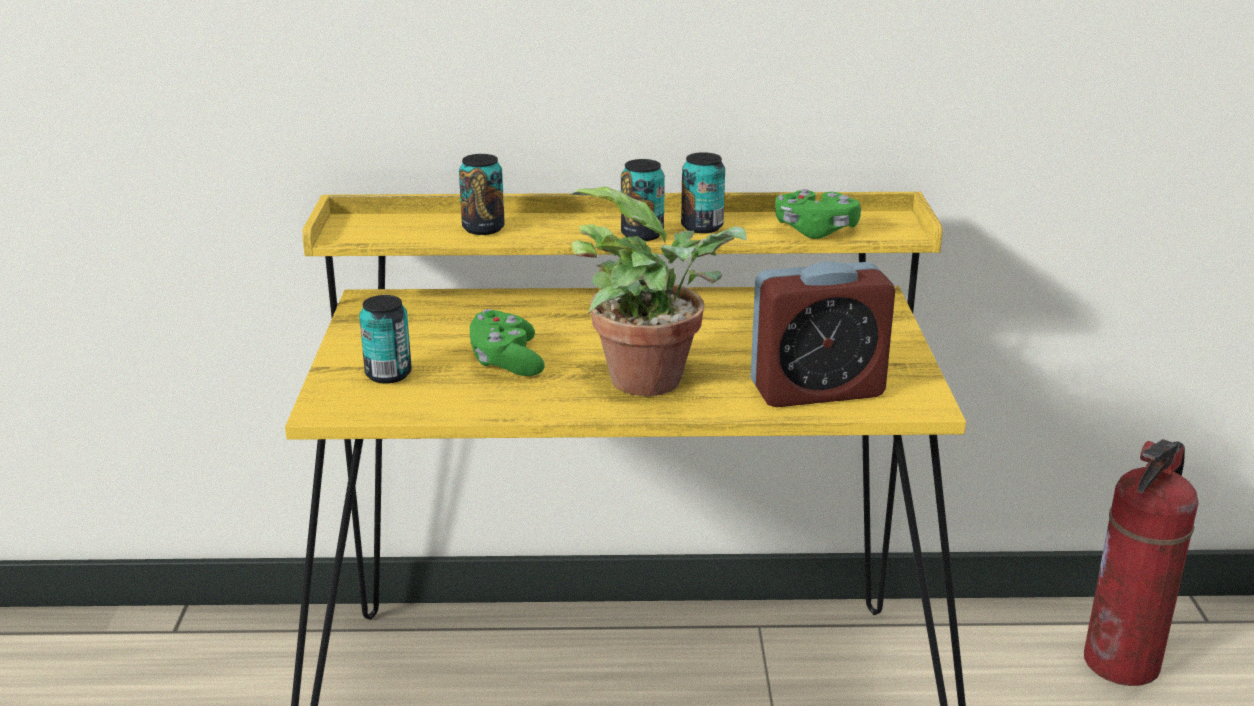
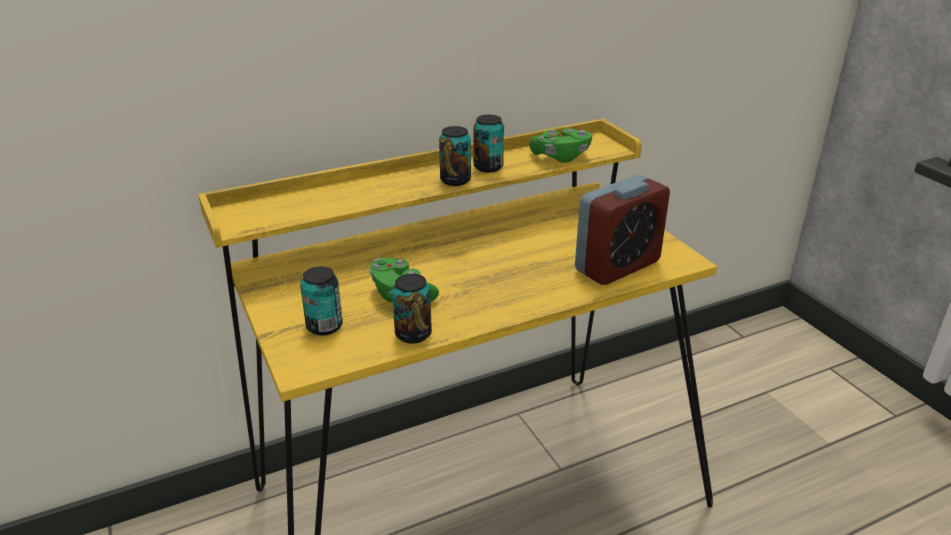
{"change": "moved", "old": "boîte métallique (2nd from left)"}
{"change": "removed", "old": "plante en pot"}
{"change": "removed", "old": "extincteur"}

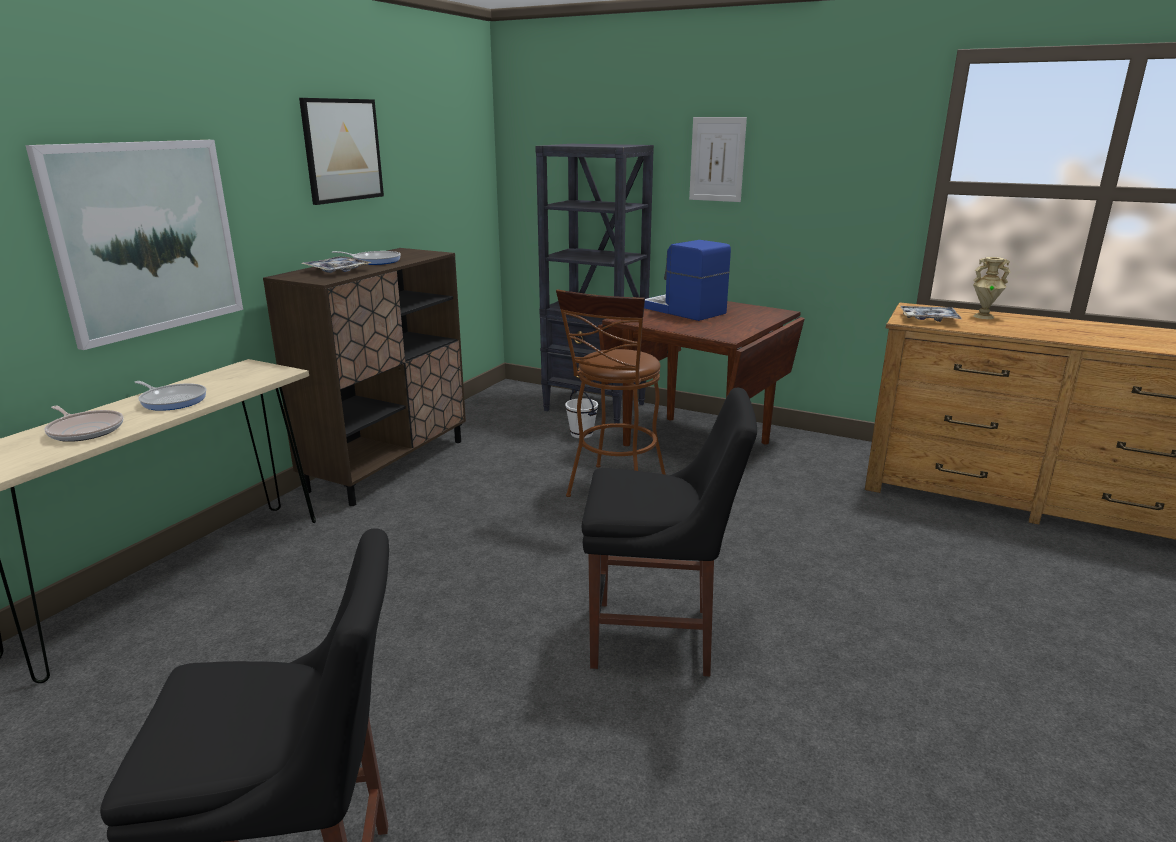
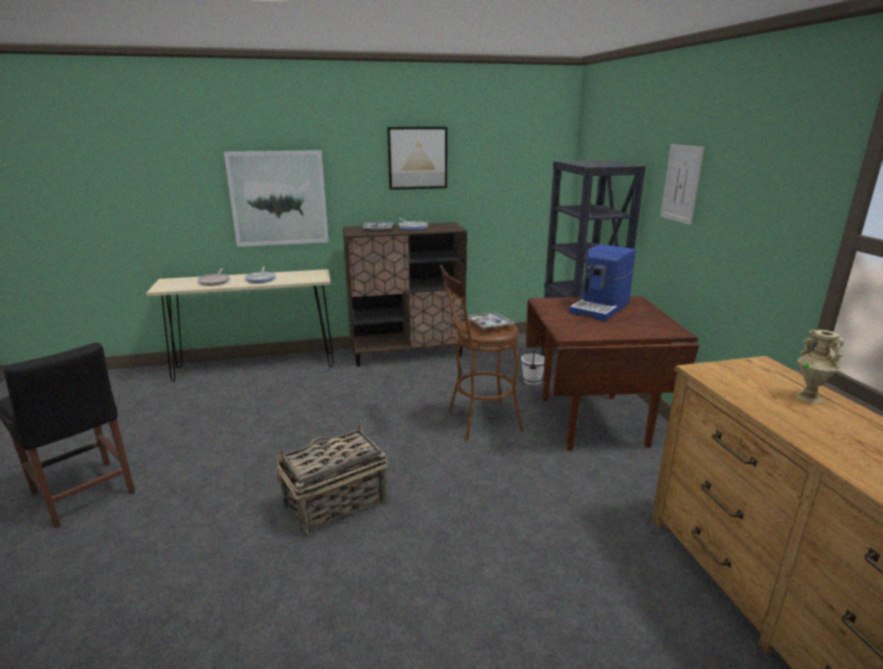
{"change": "replaced", "old": "chaise (noir) (2nd from left)", "new": "panier"}
{"change": "turned", "old": "machine à café", "degrees": -150}
{"change": "moved", "old": "plateau (2nd from left)"}

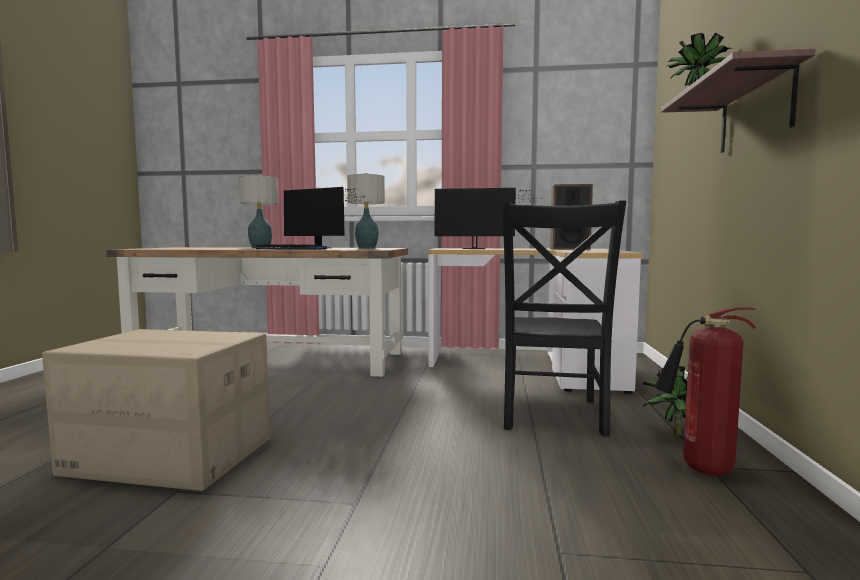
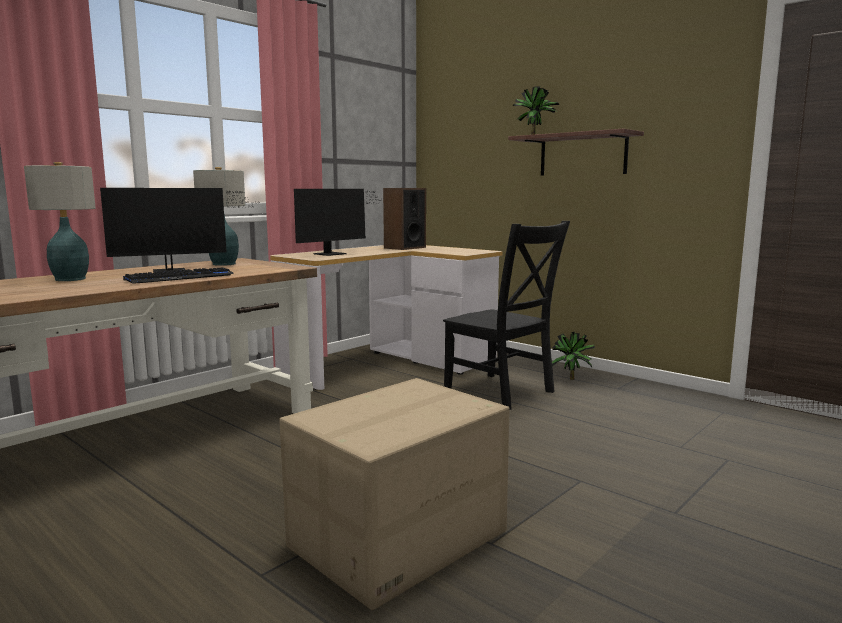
{"change": "removed", "old": "extincteur"}

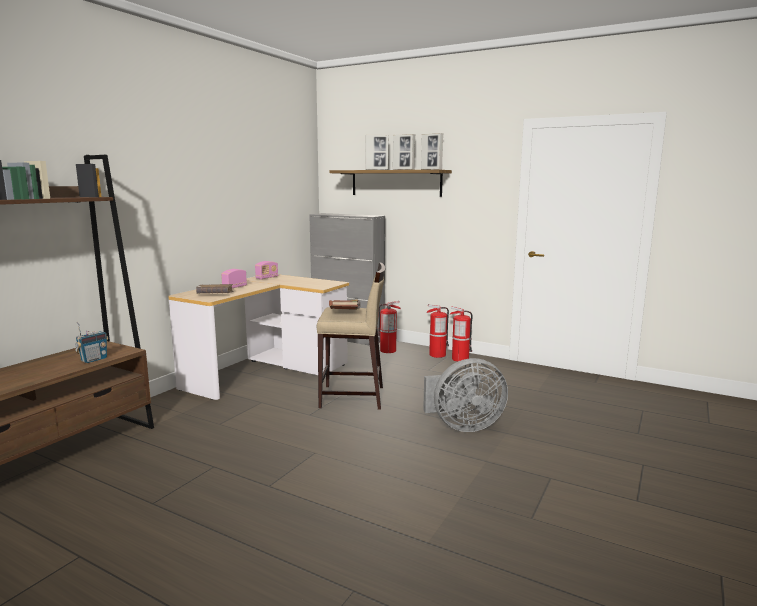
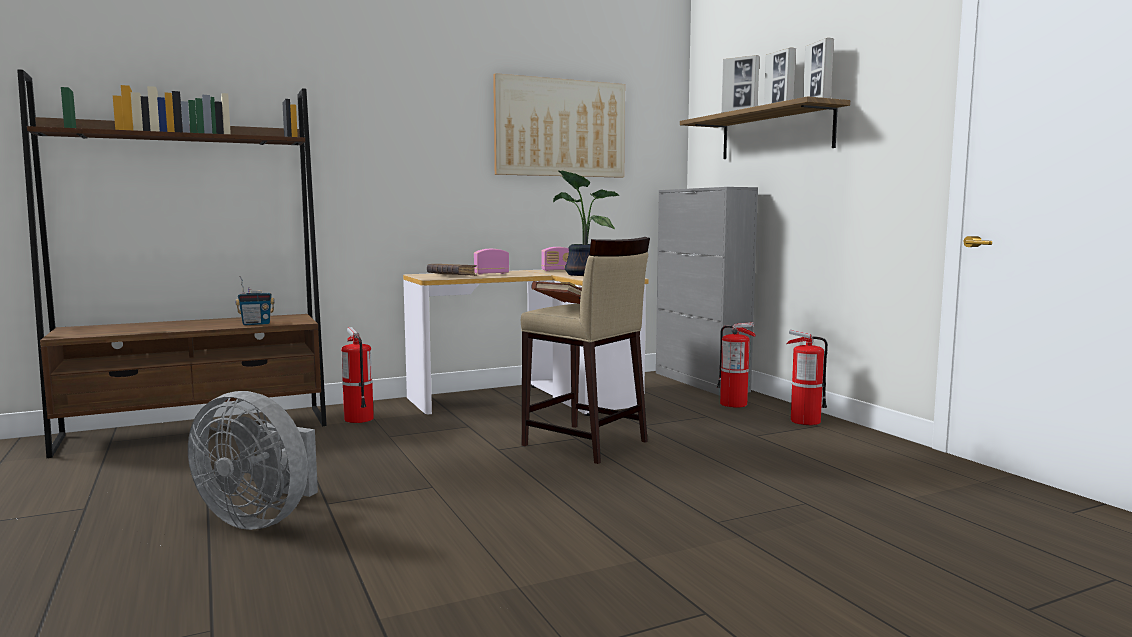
{"change": "moved", "old": "ventilateur (gris)"}
{"change": "moved", "old": "extincteur (3rd from left in the first image)", "new": "extincteur (1st from left)"}
{"change": "added", "new": "tableau"}
{"change": "added", "new": "plante en pot"}

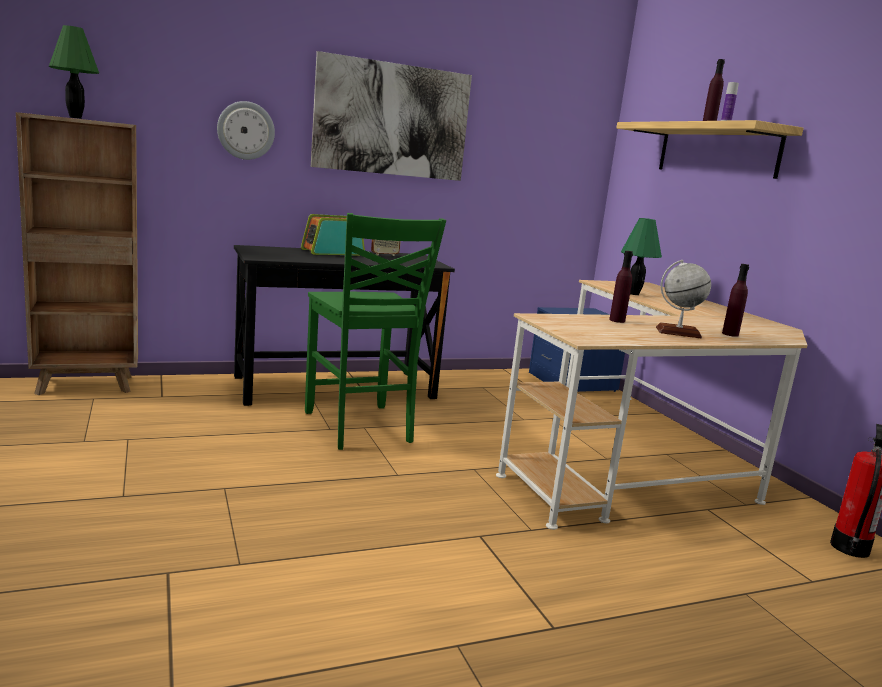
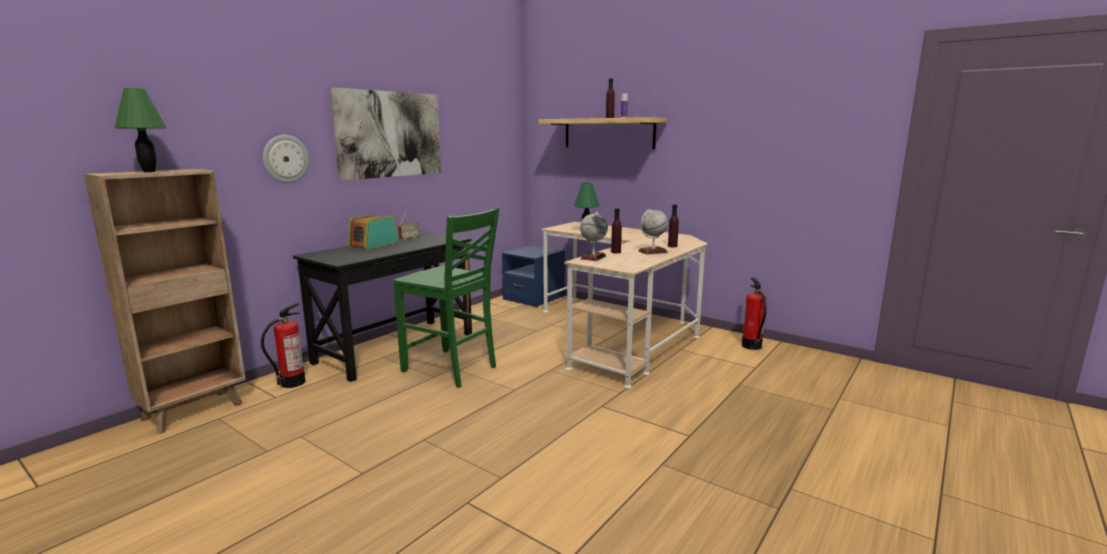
{"change": "added", "new": "extincteur (1st from left)"}
{"change": "added", "new": "globe (1st from left)"}

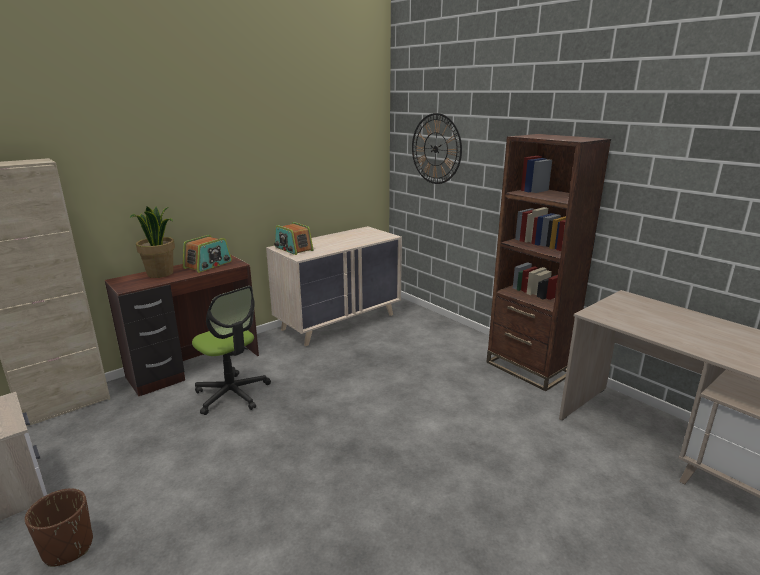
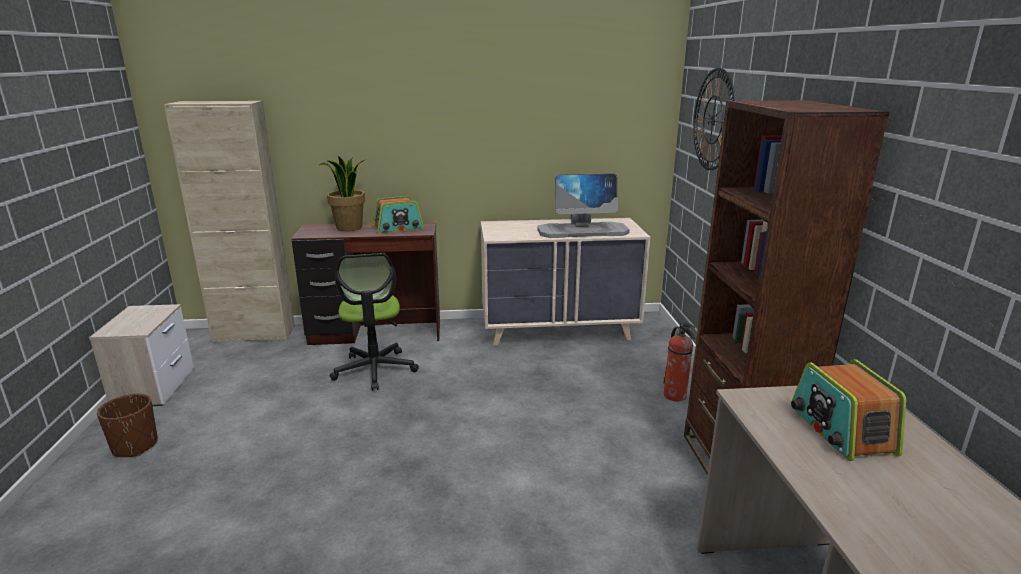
{"change": "moved", "old": "radio (2nd from left)"}
{"change": "added", "new": "écran d'ordinateur"}
{"change": "added", "new": "extincteur"}

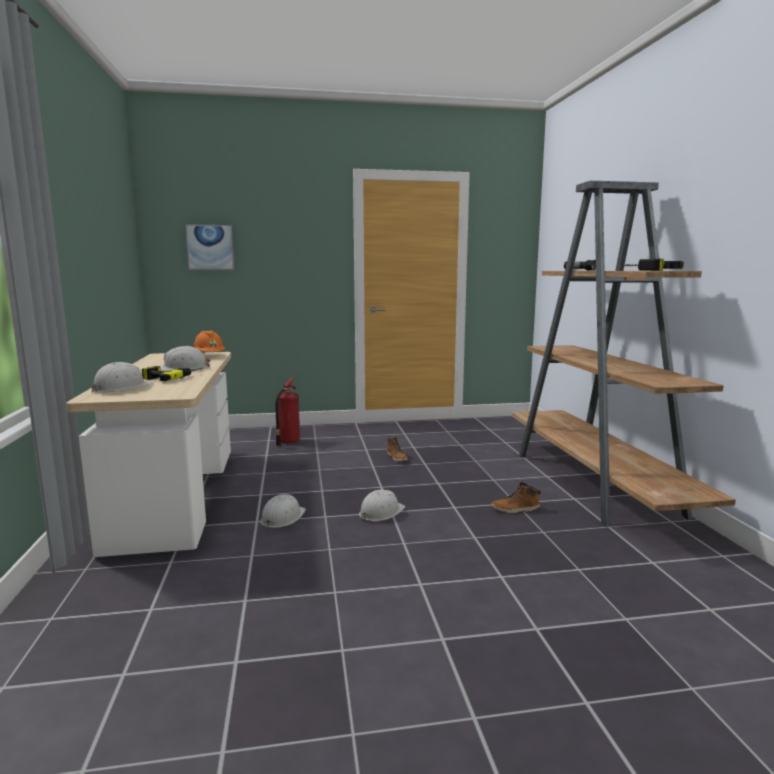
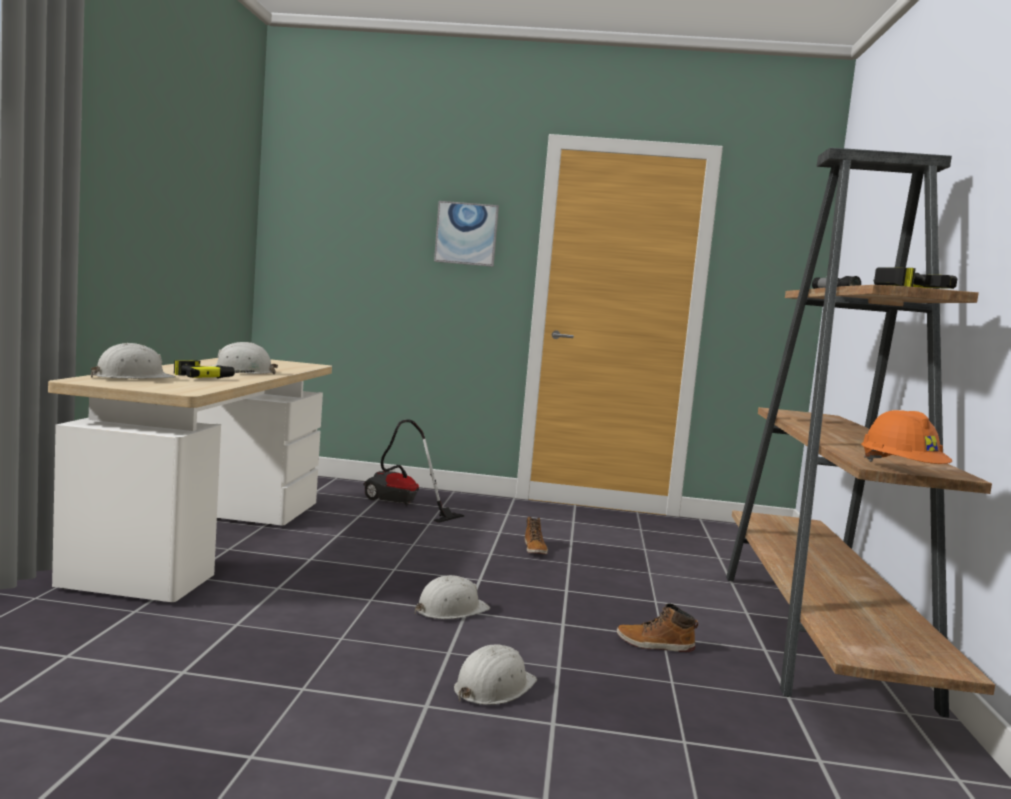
{"change": "moved", "old": "tableau"}
{"change": "moved", "old": "casque de chantier (orange)"}
{"change": "moved", "old": "casque de chantier (blanc) (3rd from left in the first image)", "new": "casque de chantier (blanc) (4th from left)"}
{"change": "replaced", "old": "extincteur", "new": "aspirateur"}

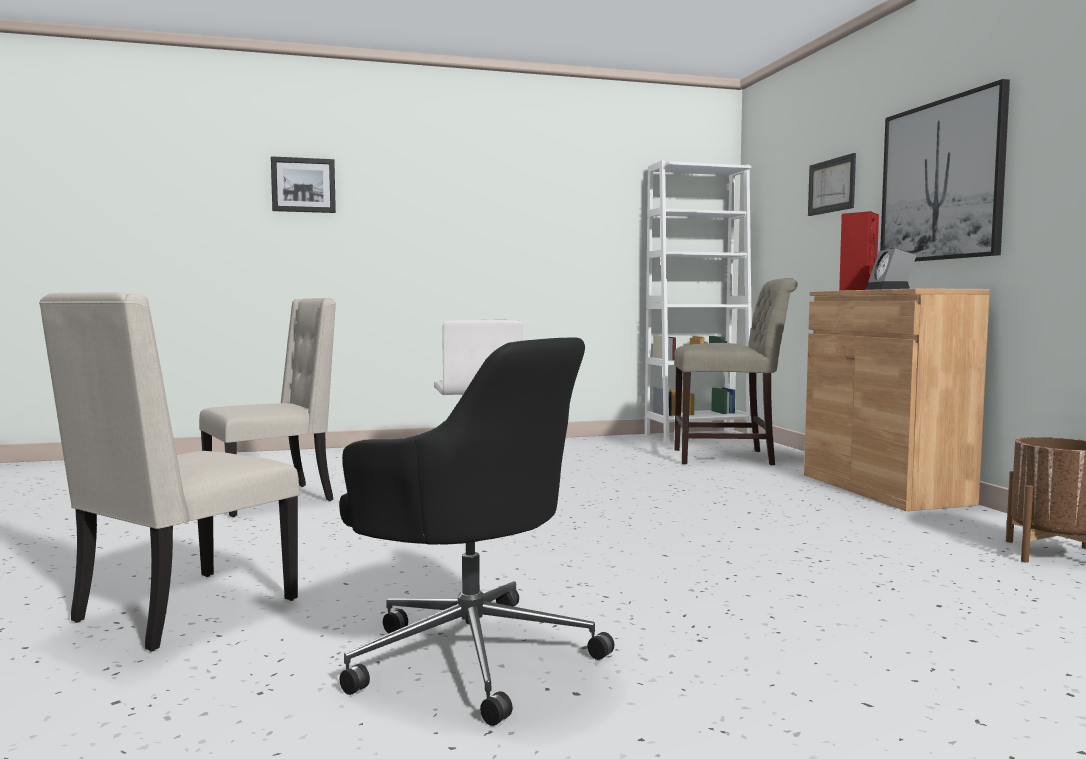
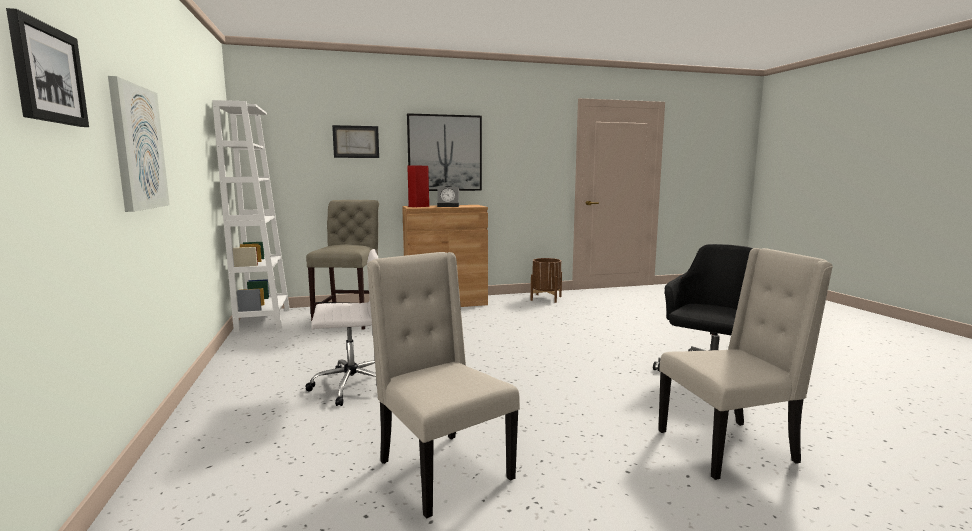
{"change": "turned", "old": "chaise (beige) (1st from left in the first image)", "degrees": -45}
{"change": "added", "new": "tableau (2nd from left)"}

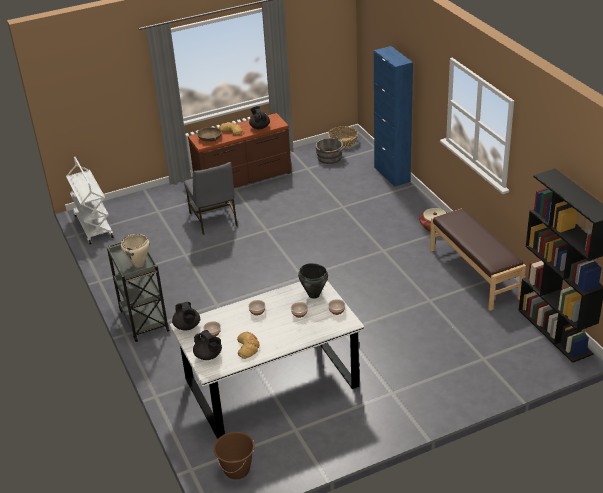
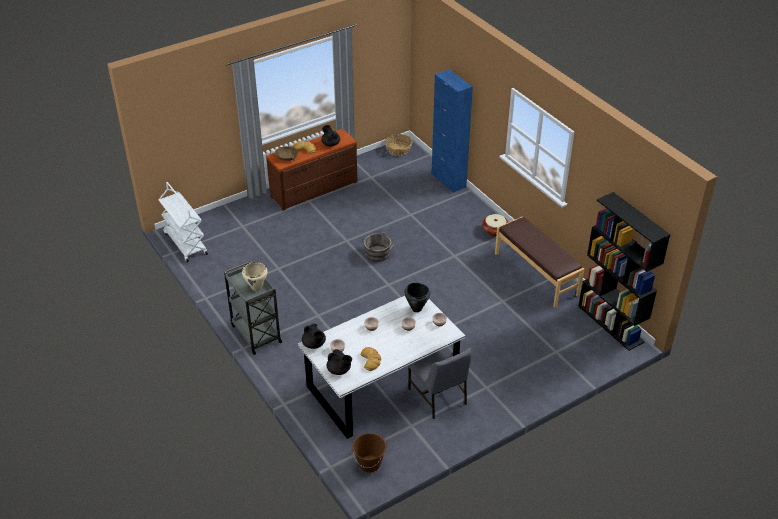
{"change": "moved", "old": "chaise (gris)"}
{"change": "moved", "old": "seau (gris)"}

